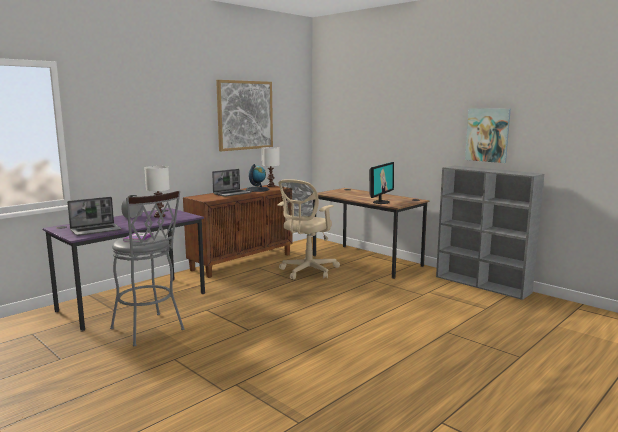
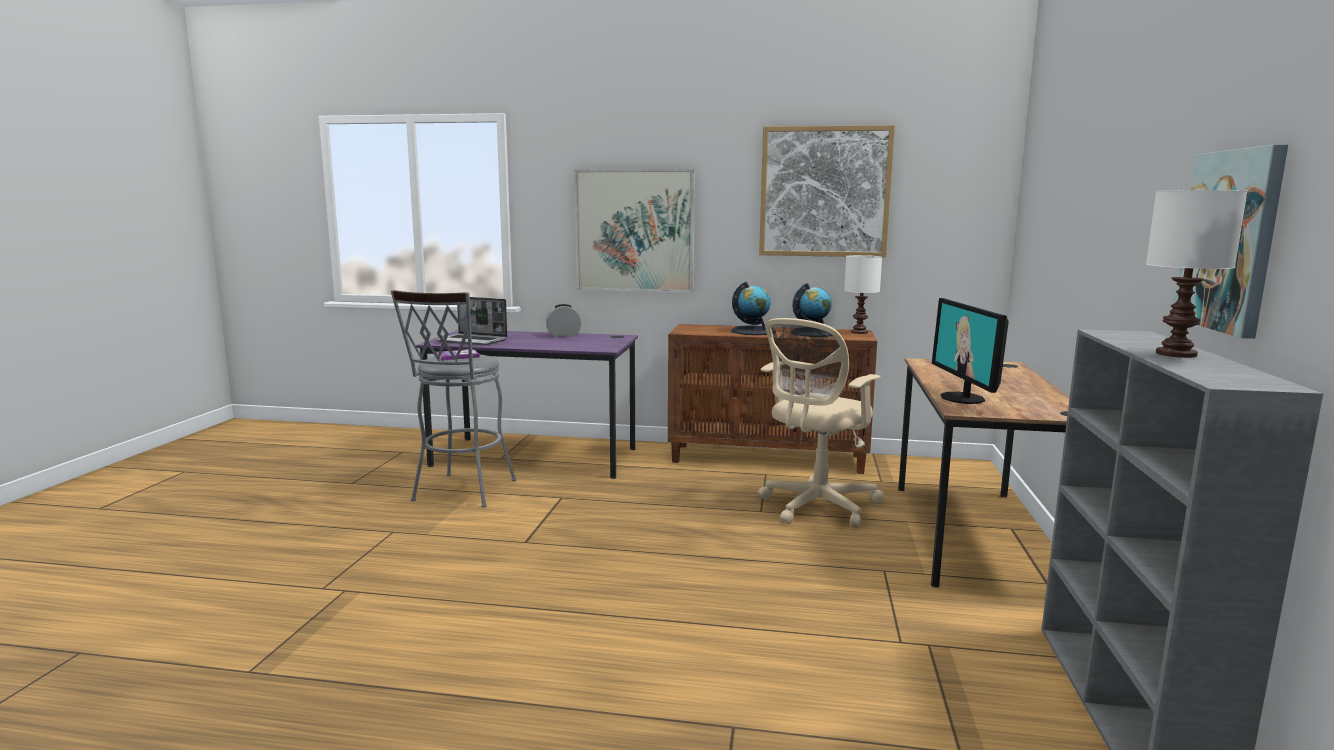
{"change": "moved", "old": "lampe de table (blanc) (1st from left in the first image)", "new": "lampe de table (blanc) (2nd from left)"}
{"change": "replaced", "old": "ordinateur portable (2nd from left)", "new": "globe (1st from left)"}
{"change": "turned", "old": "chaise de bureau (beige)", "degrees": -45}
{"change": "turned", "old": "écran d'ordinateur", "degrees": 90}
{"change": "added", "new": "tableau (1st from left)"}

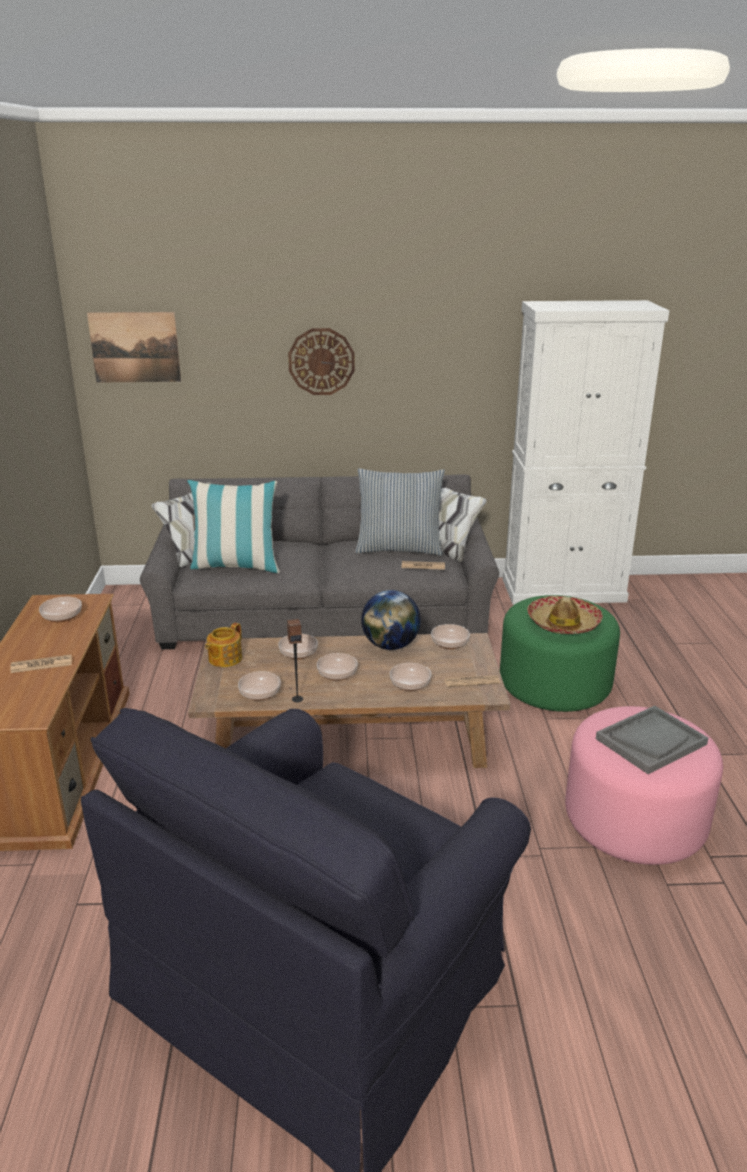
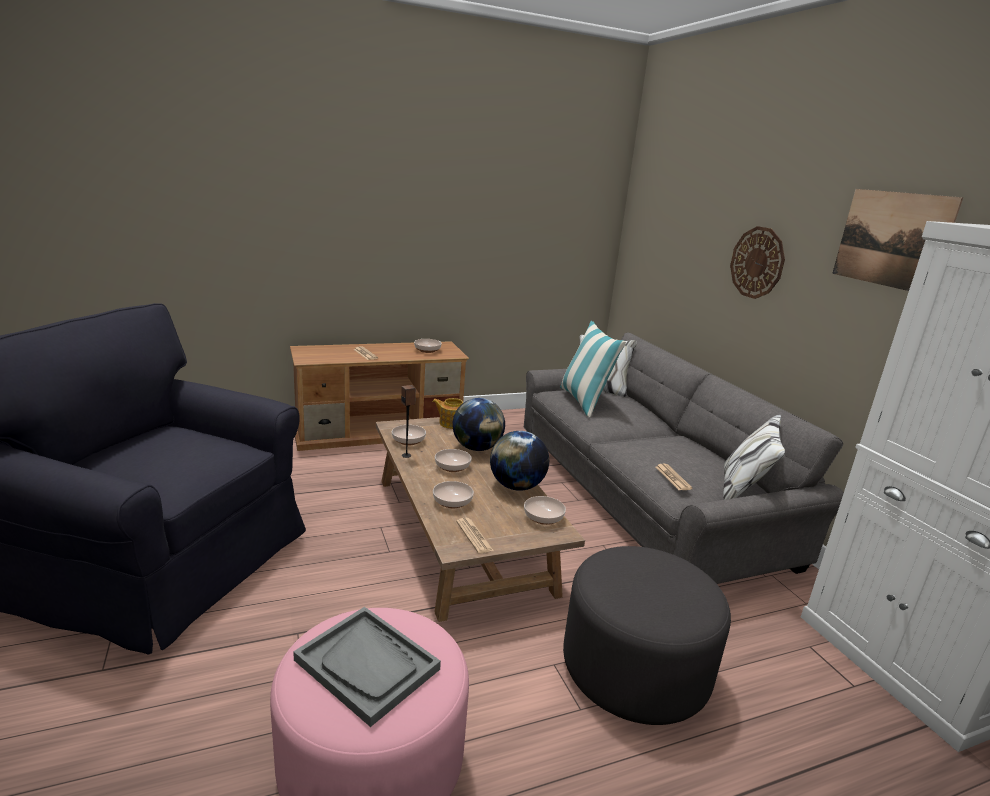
{"change": "moved", "old": "tableau"}
{"change": "replaced", "old": "bol (3rd from left)", "new": "globe (1st from left)"}
{"change": "removed", "old": "coussin (2nd from left)"}
{"change": "recoloured", "old": "pouf (vert)", "new": "pouf (gris)"}
{"change": "removed", "old": "chapeau"}

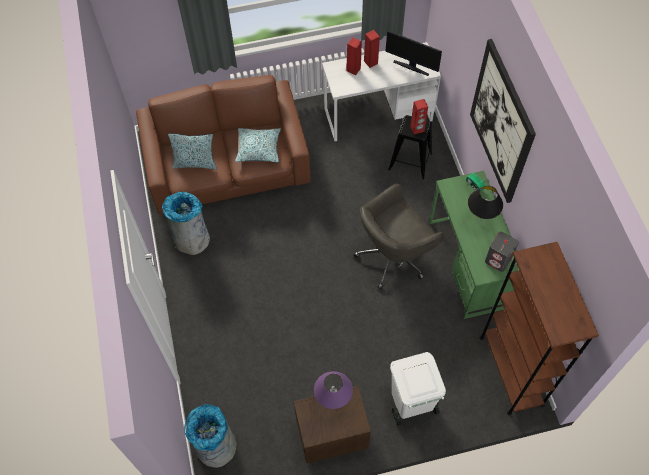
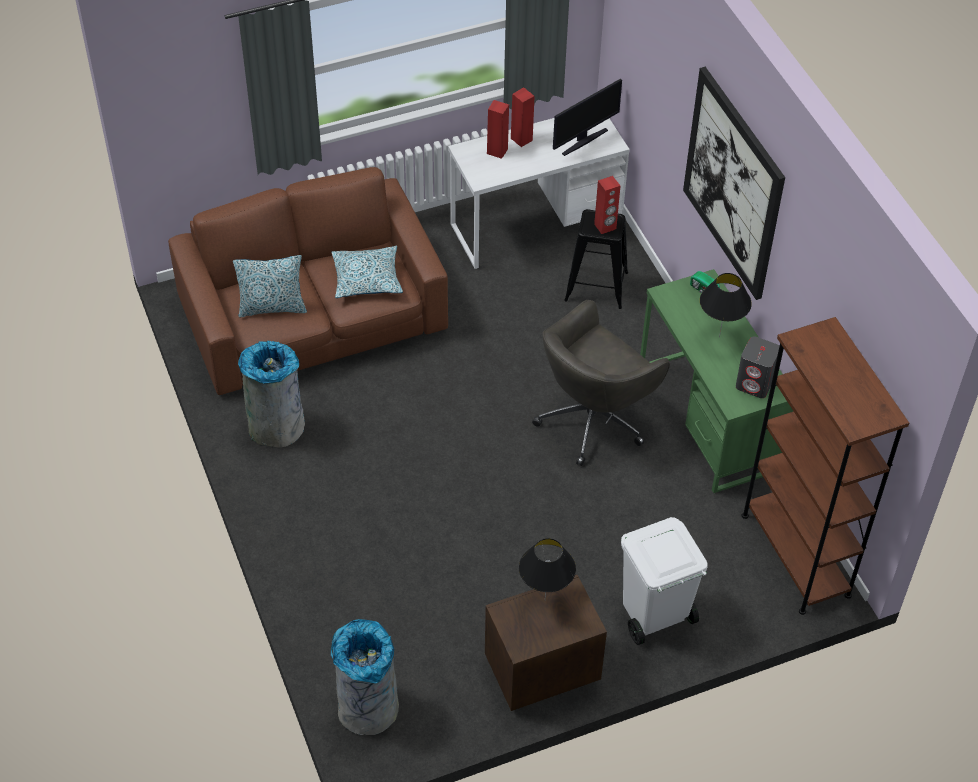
{"change": "recoloured", "old": "lampe de table (violet)", "new": "lampe de table (noir) (1st from left)"}
{"change": "turned", "old": "écran d'ordinateur", "degrees": -60}

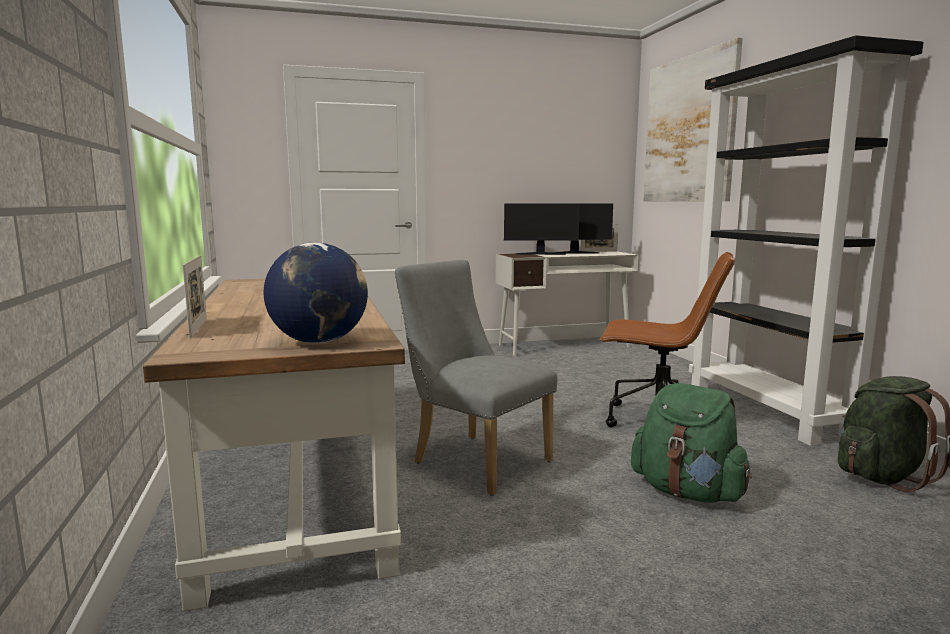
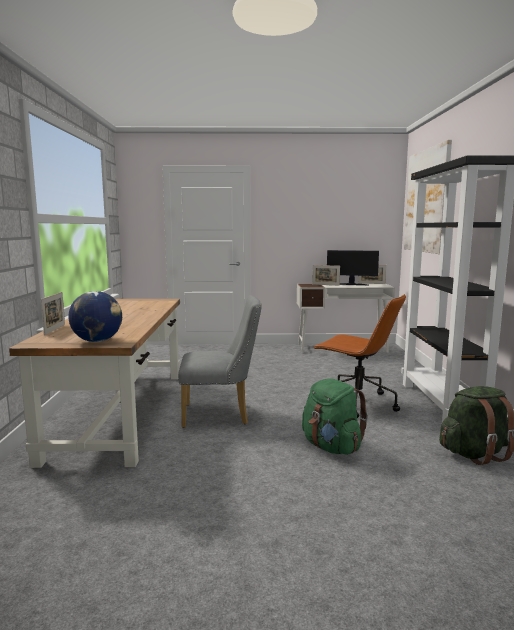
{"change": "turned", "old": "chaise (gris)", "degrees": 120}
{"change": "replaced", "old": "écran d'ordinateur (1st from left)", "new": "cadre photo (2nd from left)"}

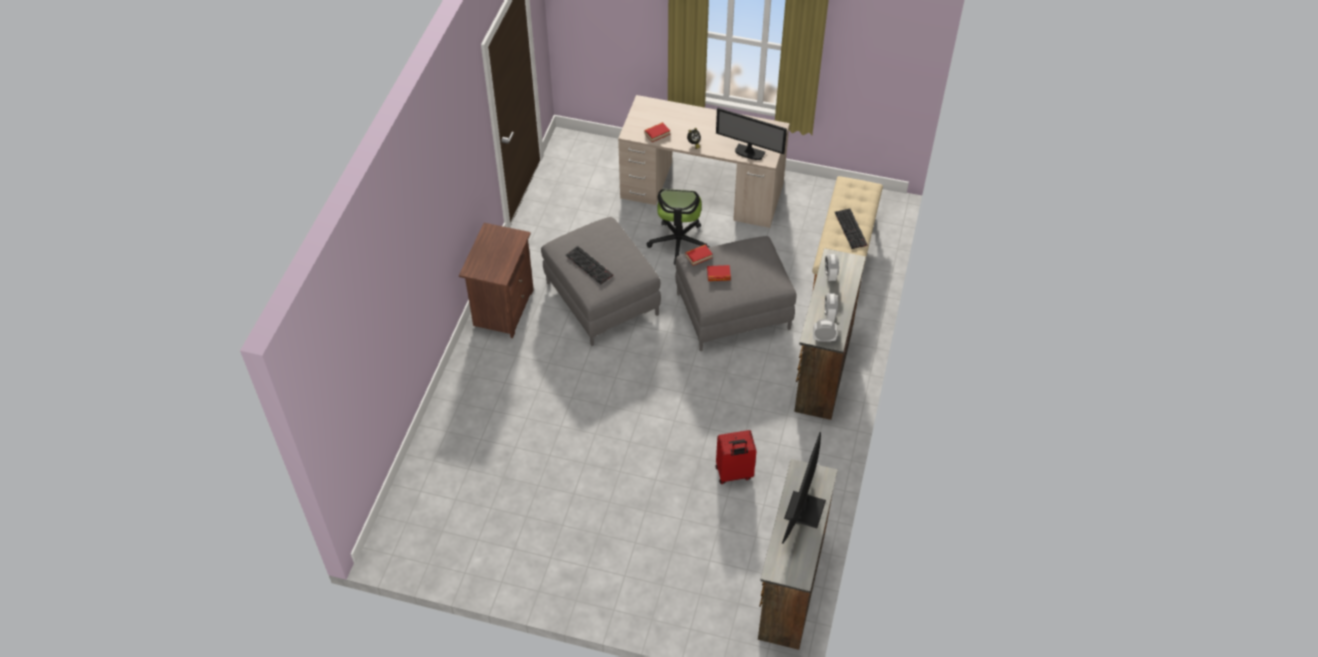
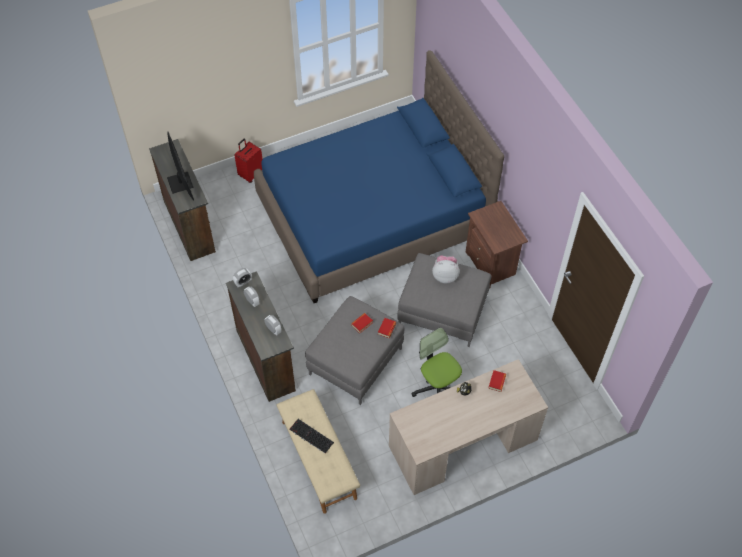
{"change": "replaced", "old": "clavier (1st from left)", "new": "peluche"}
{"change": "moved", "old": "valise (rouge)"}
{"change": "removed", "old": "écran d'ordinateur (1st from left)"}
{"change": "added", "new": "lit (bleu)"}

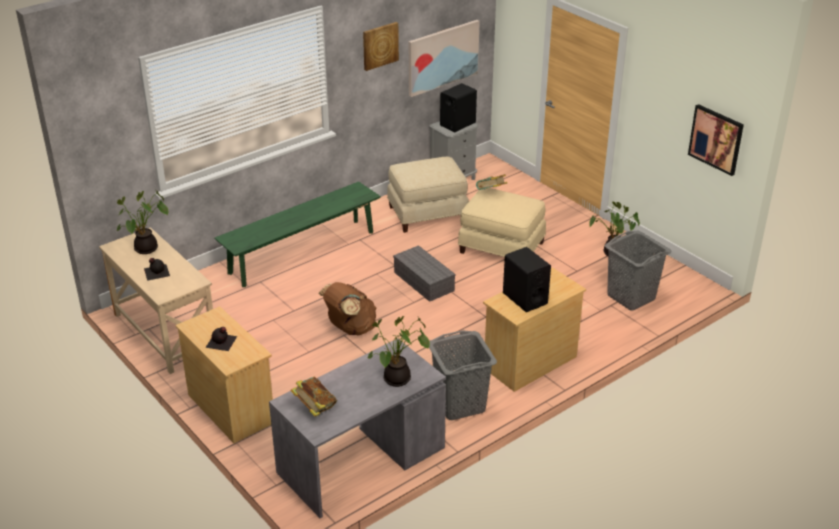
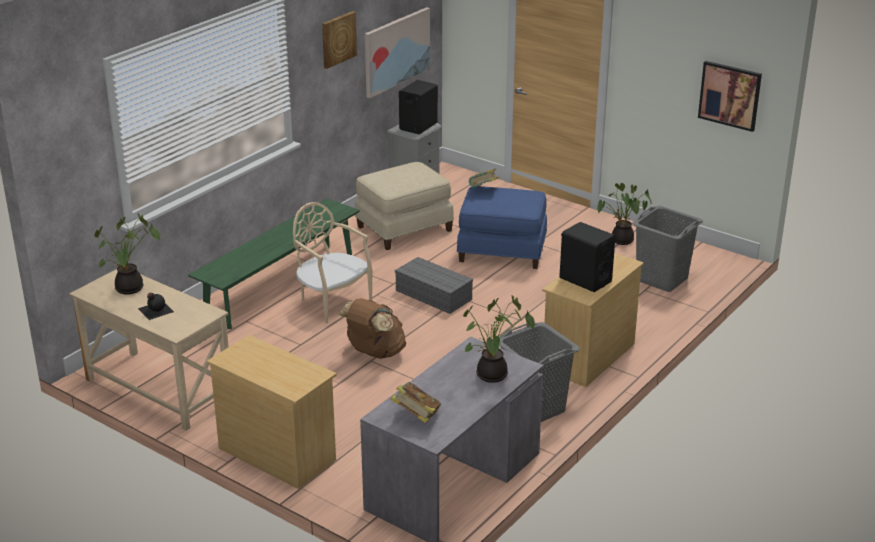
{"change": "removed", "old": "bouteille (noir) (2nd from left)"}
{"change": "recoloured", "old": "pouf (beige) (2nd from left)", "new": "pouf (bleu)"}
{"change": "added", "new": "chaise (beige)"}

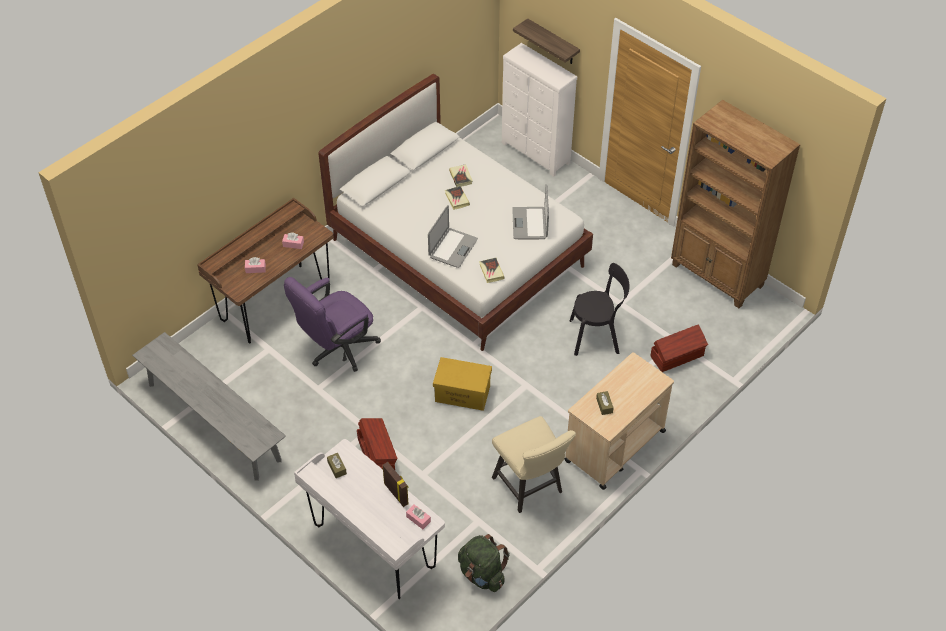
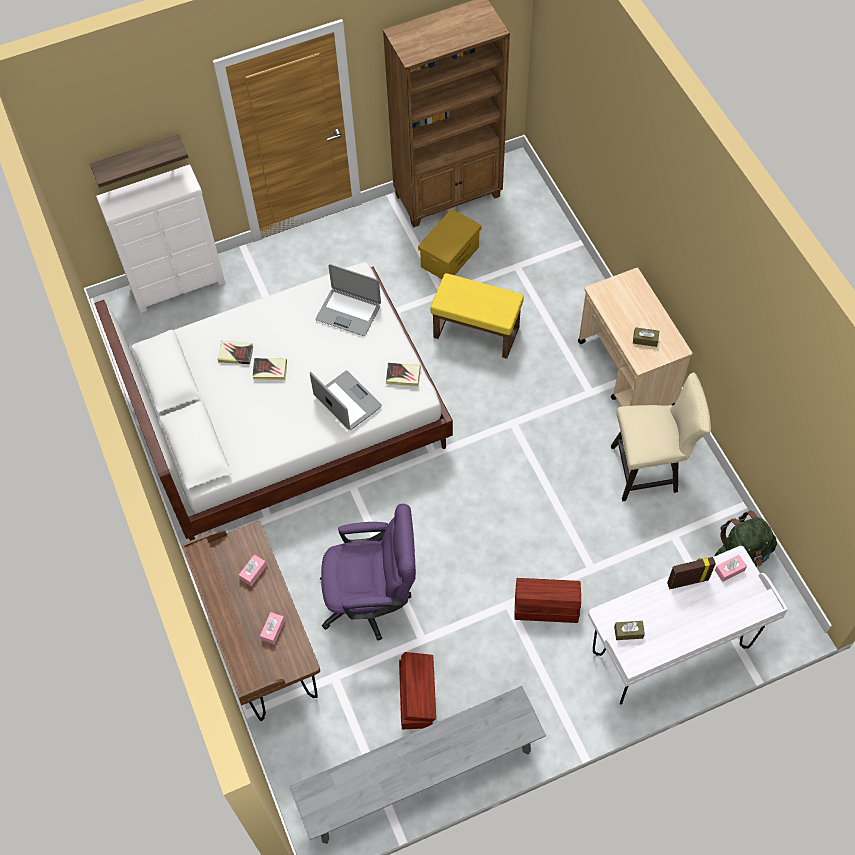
{"change": "turned", "old": "chaise de bureau (violet)", "degrees": -75}
{"change": "moved", "old": "boîte de rangement (jaune)"}
{"change": "replaced", "old": "chaise (noir)", "new": "pouf (jaune)"}
{"change": "moved", "old": "boîte de rangement (marron) (2nd from left in the first image)", "new": "boîte de rangement (marron) (1st from left)"}

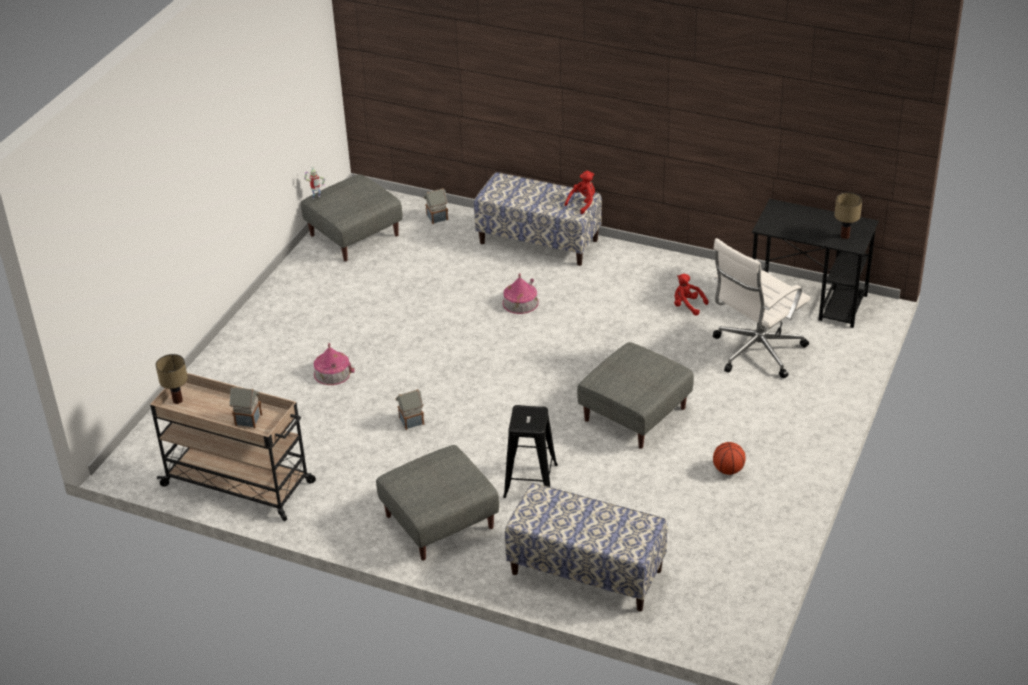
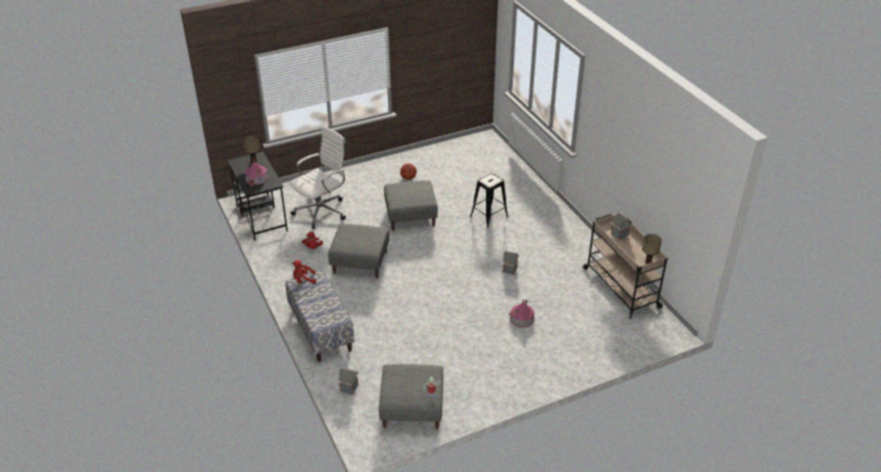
{"change": "moved", "old": "pouf (gris) (2nd from left in the first image)", "new": "pouf (gris) (1st from left)"}
{"change": "moved", "old": "maison miniature (5th from left in the first image)", "new": "maison miniature (1st from left)"}
{"change": "removed", "old": "banc (2nd from left)"}
{"change": "turned", "old": "chaise de bureau (blanc)", "degrees": -45}

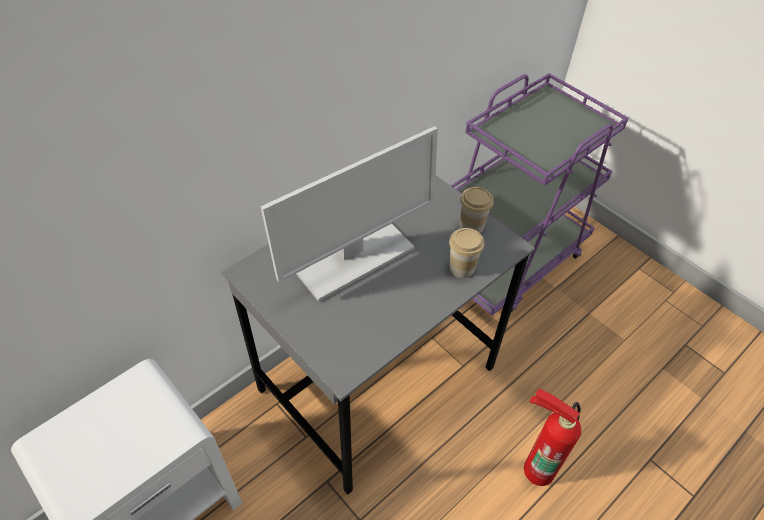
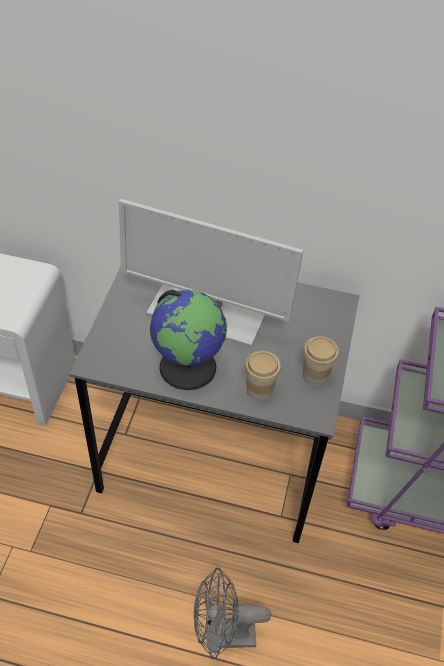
{"change": "replaced", "old": "extincteur", "new": "ventilateur (gris)"}
{"change": "added", "new": "globe"}

